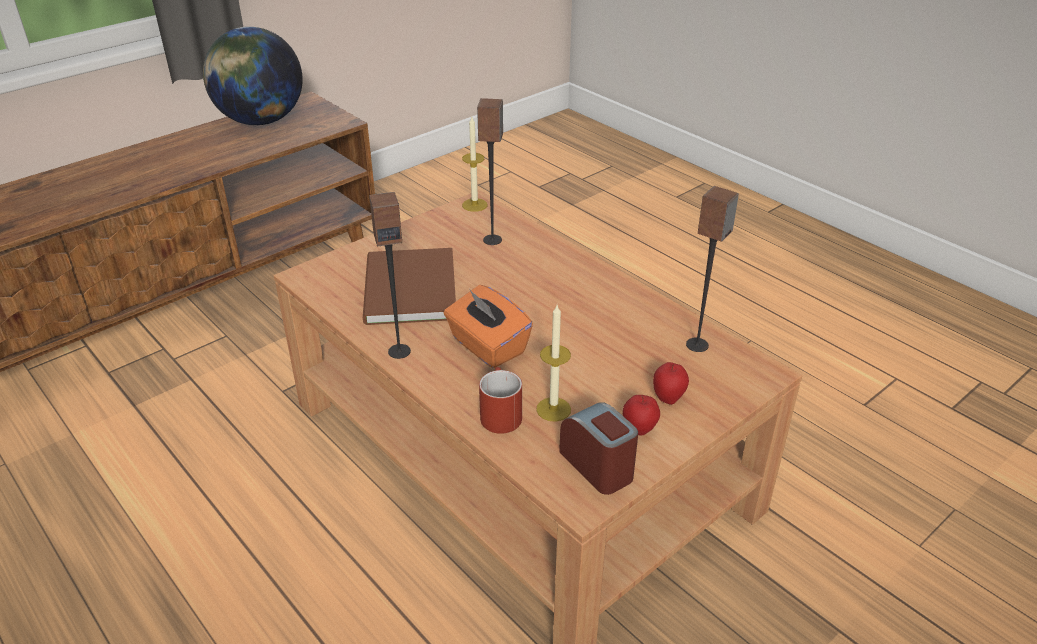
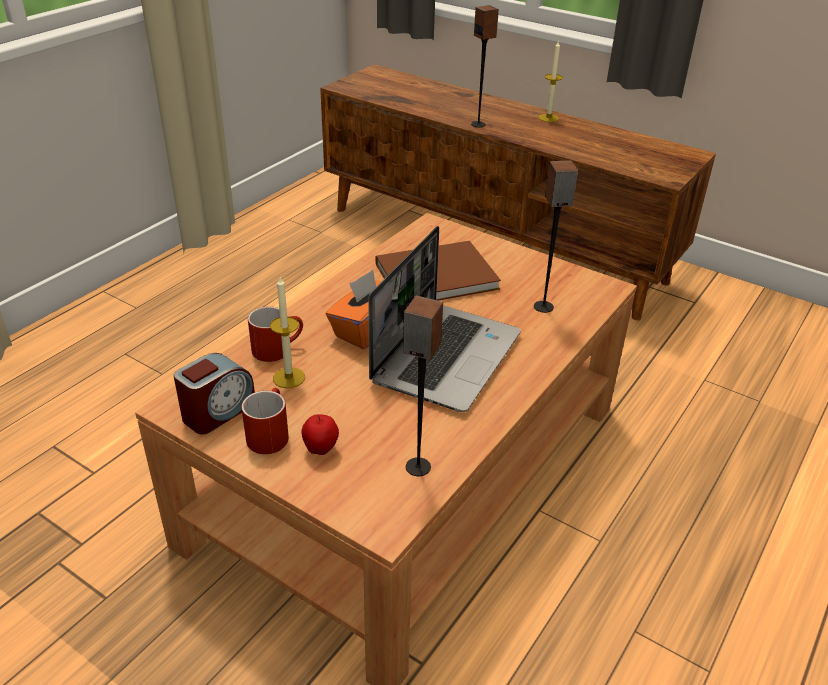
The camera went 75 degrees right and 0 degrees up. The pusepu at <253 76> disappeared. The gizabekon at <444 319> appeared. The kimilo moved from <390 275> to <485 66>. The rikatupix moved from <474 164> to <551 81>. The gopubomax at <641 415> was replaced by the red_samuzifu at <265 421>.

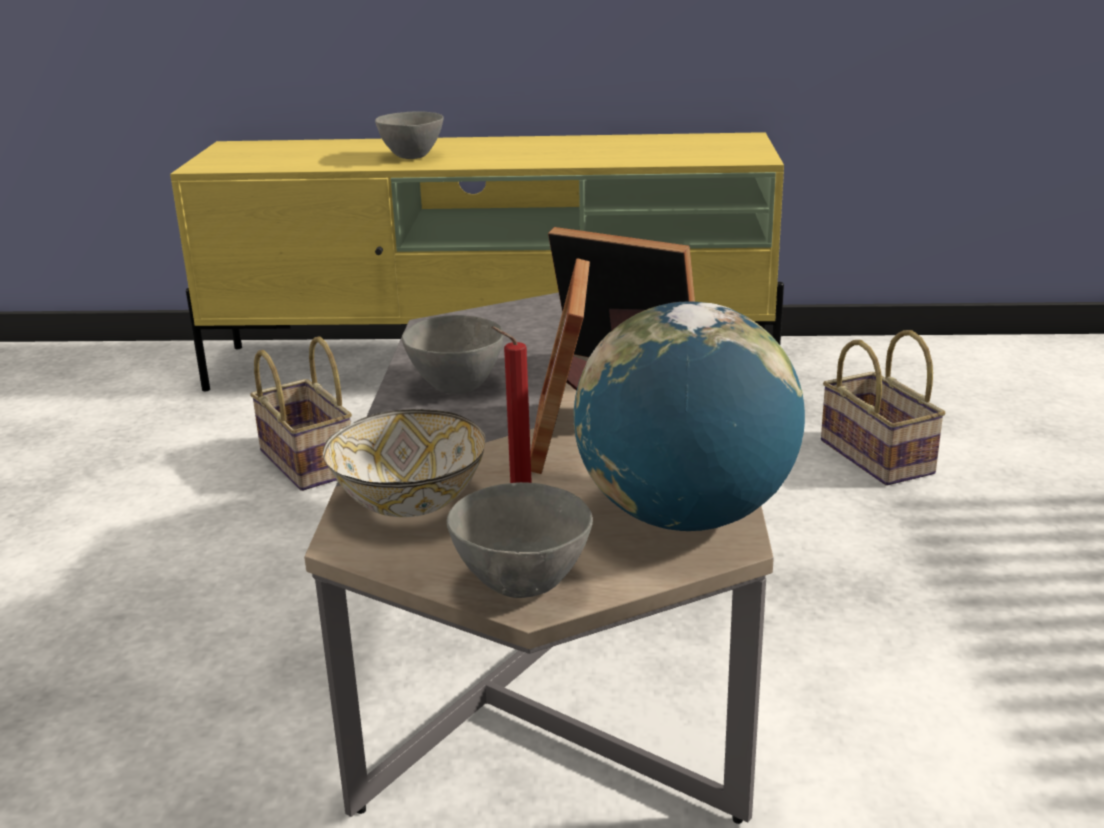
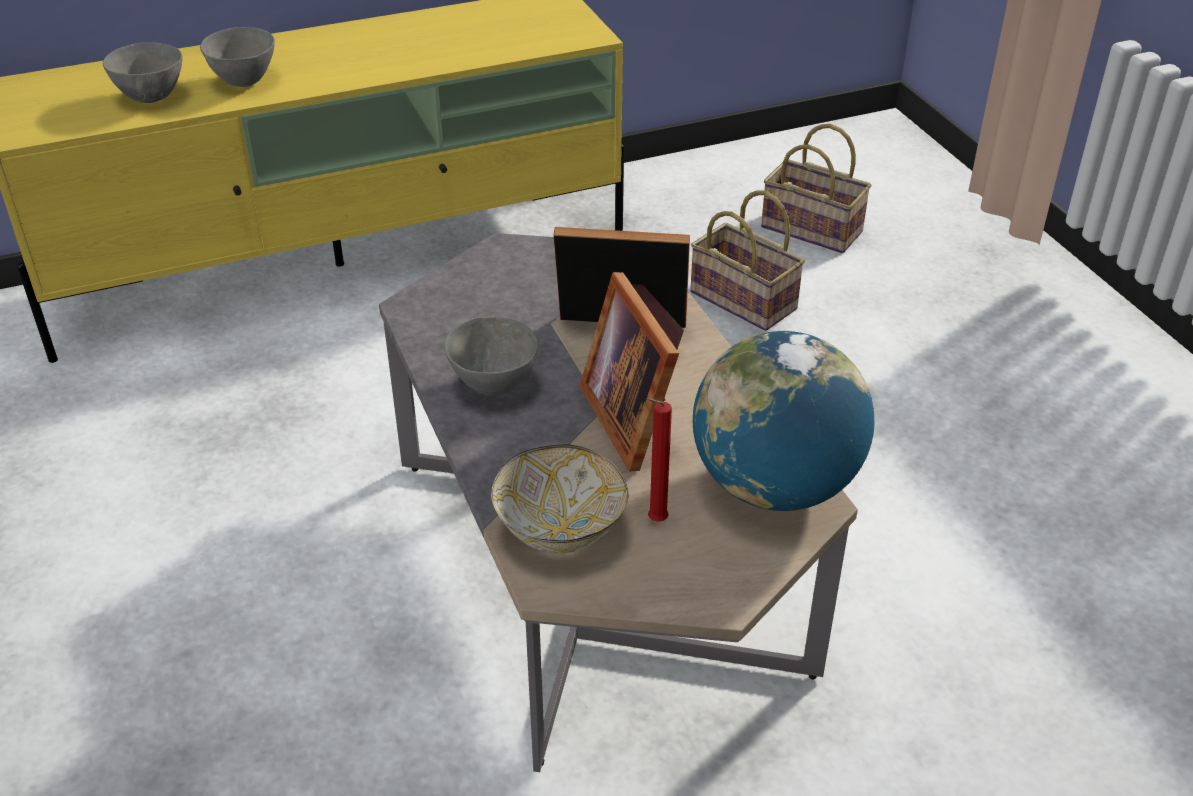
The camera went 25 degrees left and 15 degrees up. The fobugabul moved from <301 414> to <816 188>. The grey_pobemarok moved from <520 540> to <143 72>.

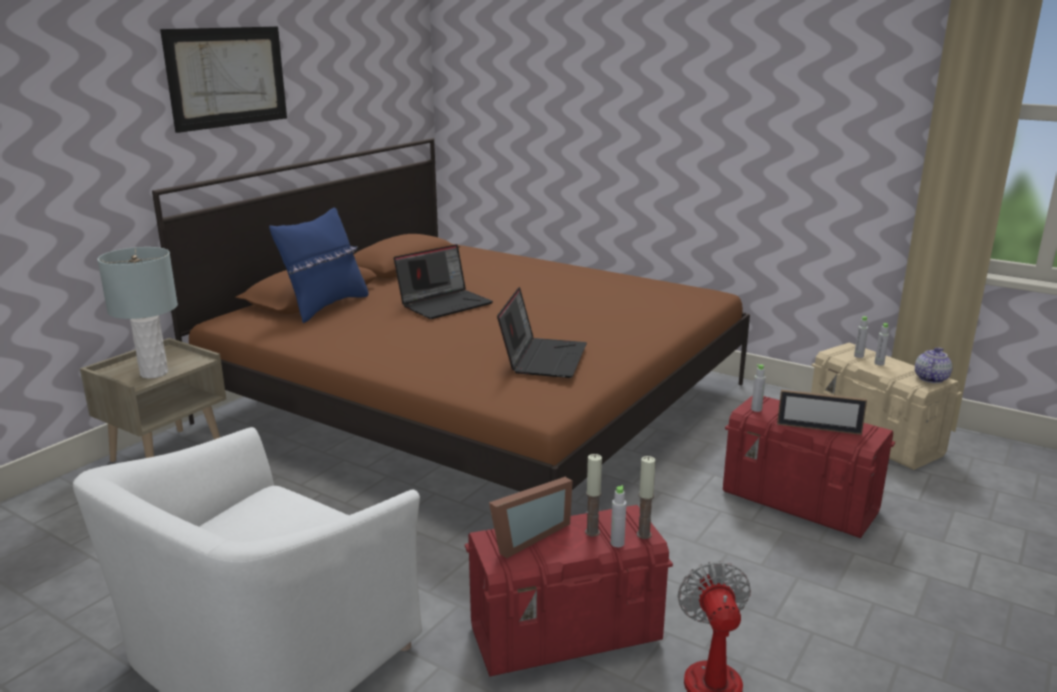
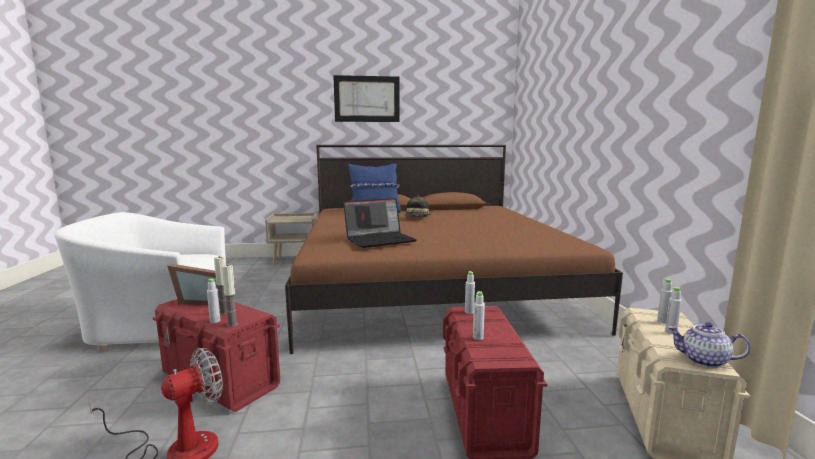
The camera went 50 degrees right and 10 degrees down. The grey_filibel at <137 313> disappeared. The gizabekon at <443 281> was replaced by the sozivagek at <417 205>. The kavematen at <822 412> was replaced by the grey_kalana at <479 315>. The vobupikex at <933 365> turned 150 degrees counterclockwise.

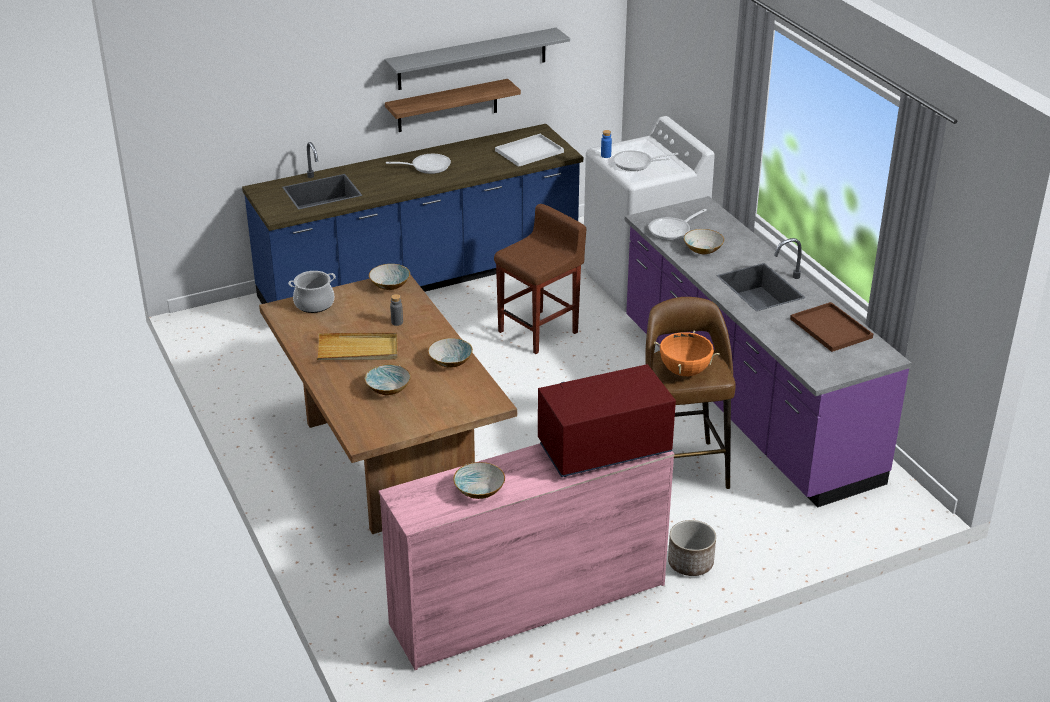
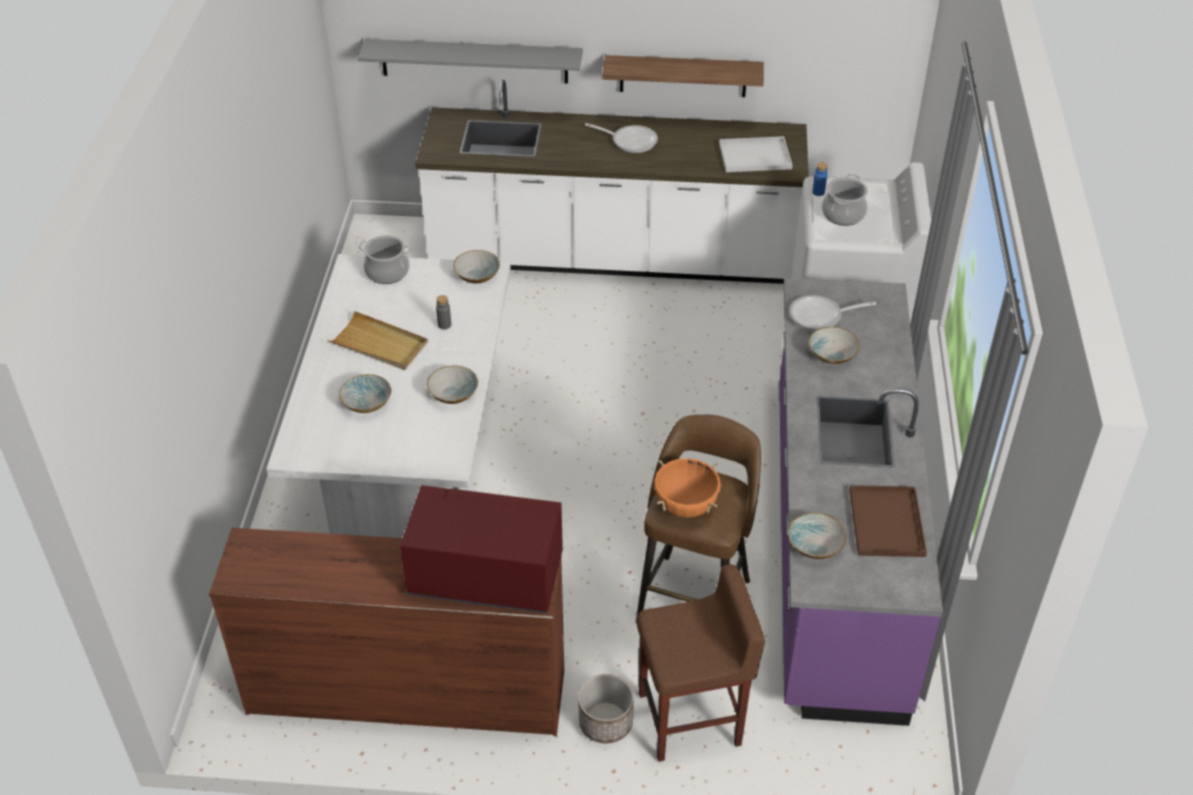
The camera went 30 degrees right and 10 degrees up. The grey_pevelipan moved from <477 59> to <470 61>. The pobemarok moved from <479 480> to <817 536>. The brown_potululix moved from <540 279> to <700 663>. The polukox at <646 160> was replaced by the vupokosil at <845 200>. The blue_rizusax at <412 214> became the white_rizusax at <612 182>. The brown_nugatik at <388 404> became the white_nugatik at <388 396>. The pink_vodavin at <527 557> became the brown_vodavin at <386 632>.

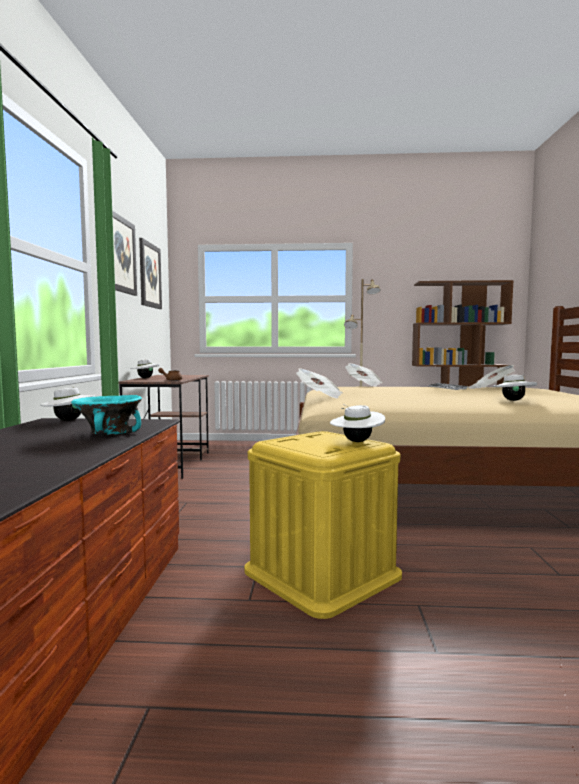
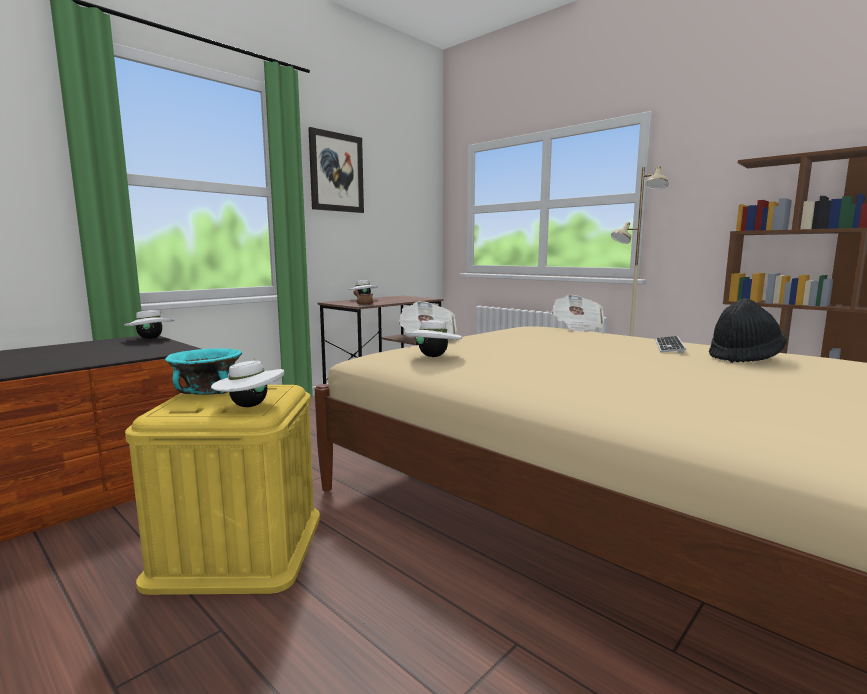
The camera went 40 degrees right and 5 degrees up. The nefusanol at <150 273> disappeared. The turquoise_pobemarok moved from <106 415> to <203 371>. The white_sozivagek moved from <515 387> to <433 338>. The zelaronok at <491 377> was replaced by the black_sozivagek at <748 330>.

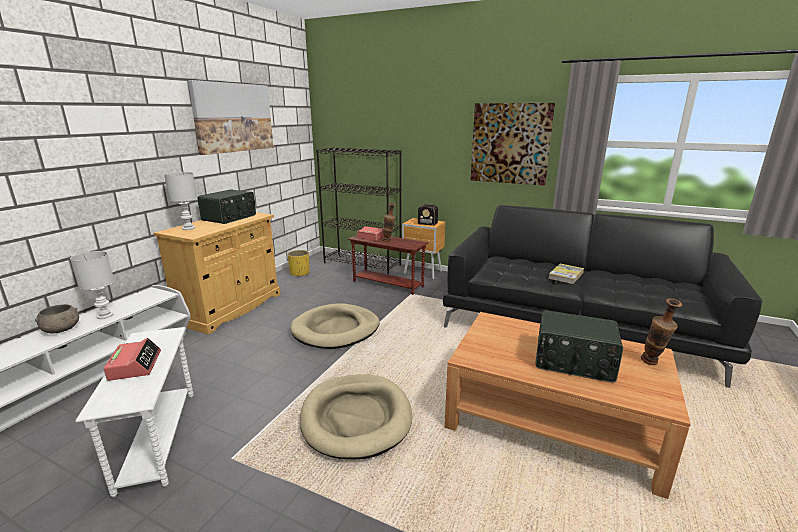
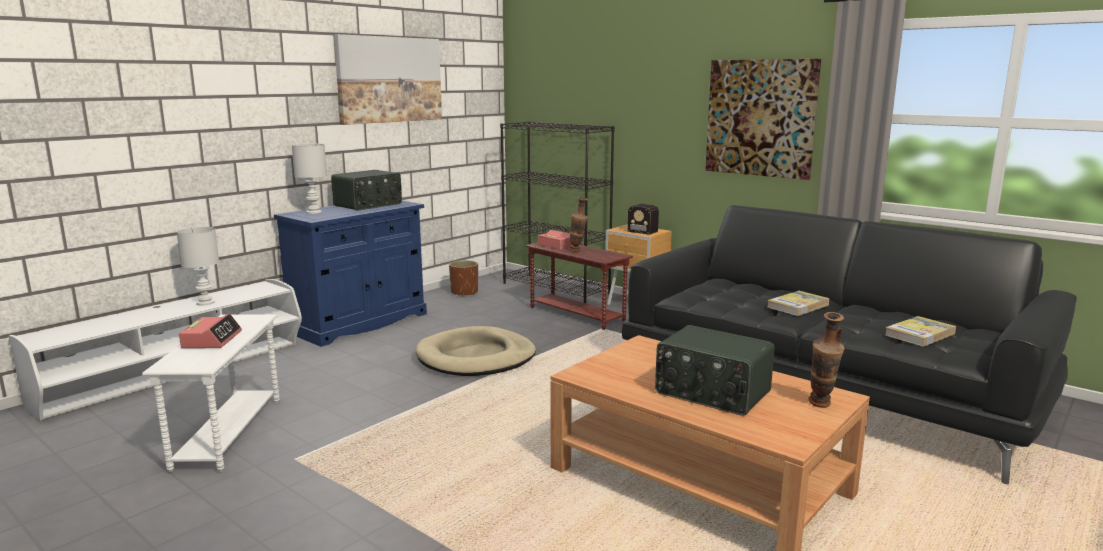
The camera went 15 degrees right and 5 degrees down. The grey_pobemarok at <57 318> disappeared. The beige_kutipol at <356 416> disappeared. The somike at <920 331> appeared. The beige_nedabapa at <217 273> became the blue_nedabapa at <350 274>. The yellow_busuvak at <298 263> became the brown_busuvak at <463 278>.

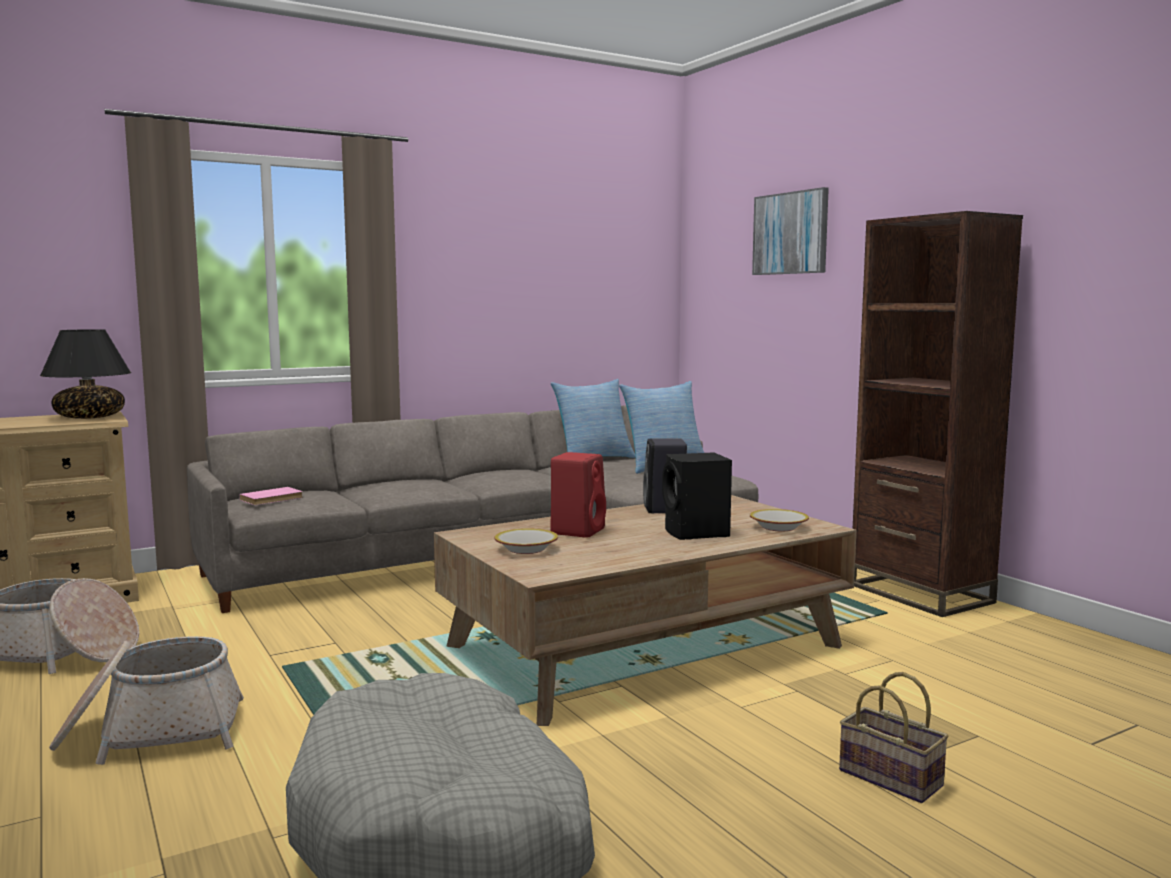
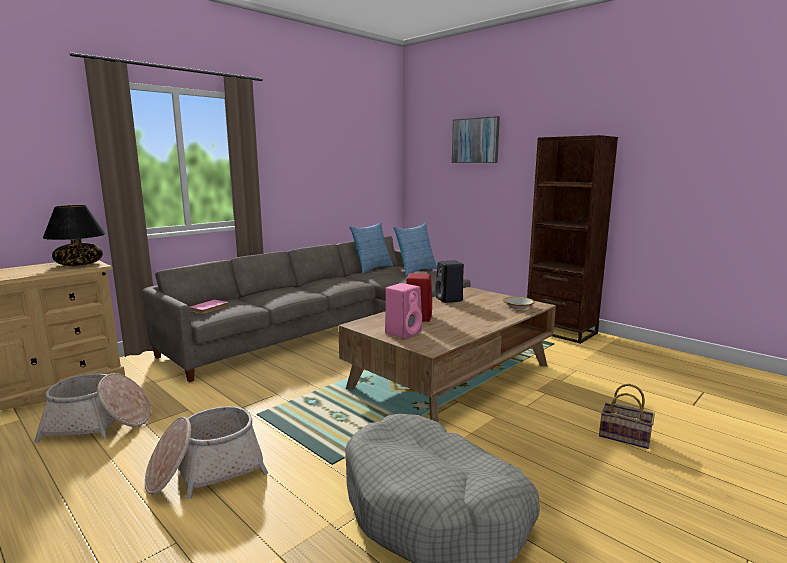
The camera went 15 degrees left and 5 degrees up. The black_kimilo at <697 496> disappeared. The pobemarok at <526 541> was replaced by the pink_kimilo at <403 310>.

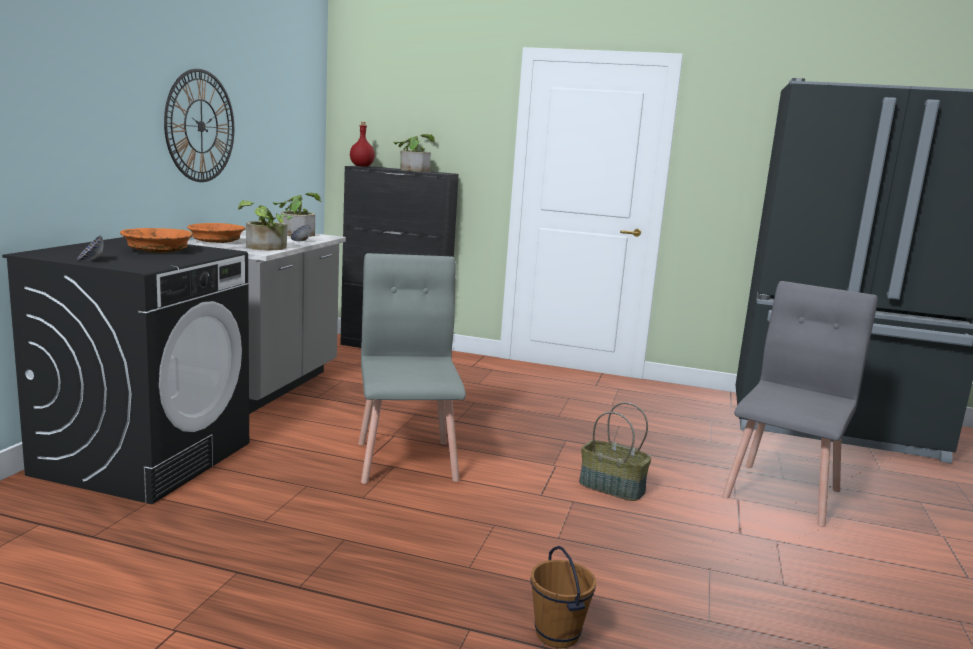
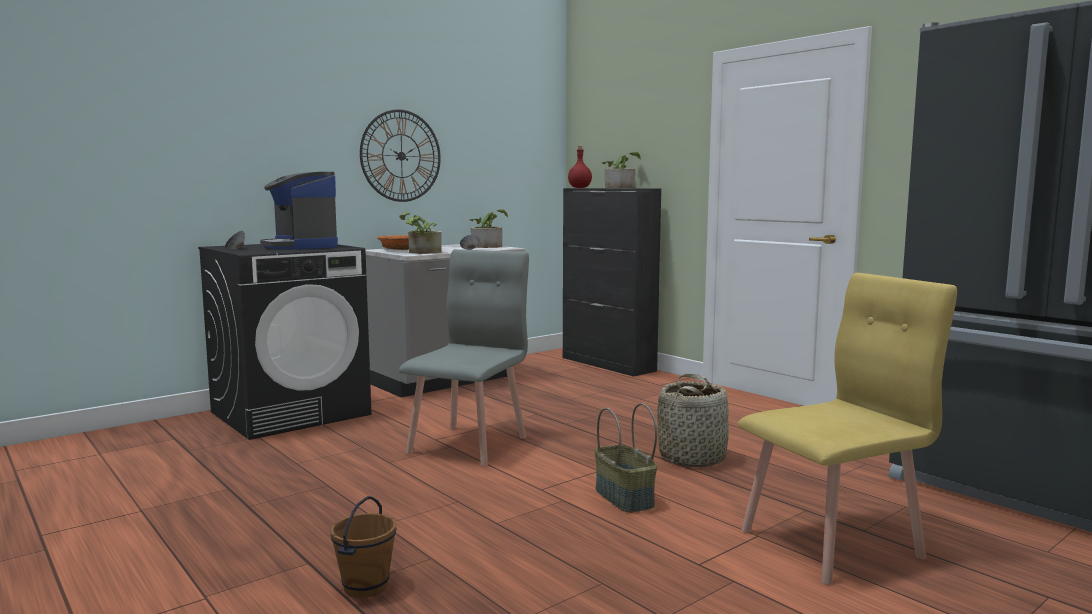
The camera went 35 degrees right and 5 degrees down. The fobugabul at <693 420> appeared. The orange_pobemarok at <156 240> was replaced by the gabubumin at <299 211>. The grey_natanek at <800 404> became the yellow_natanek at <847 429>.

